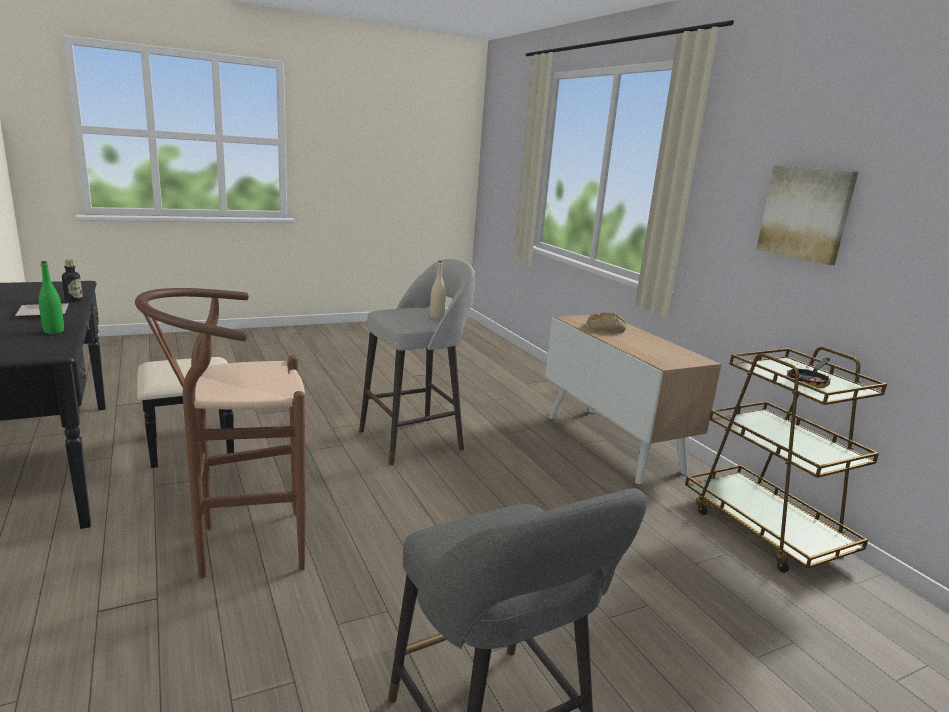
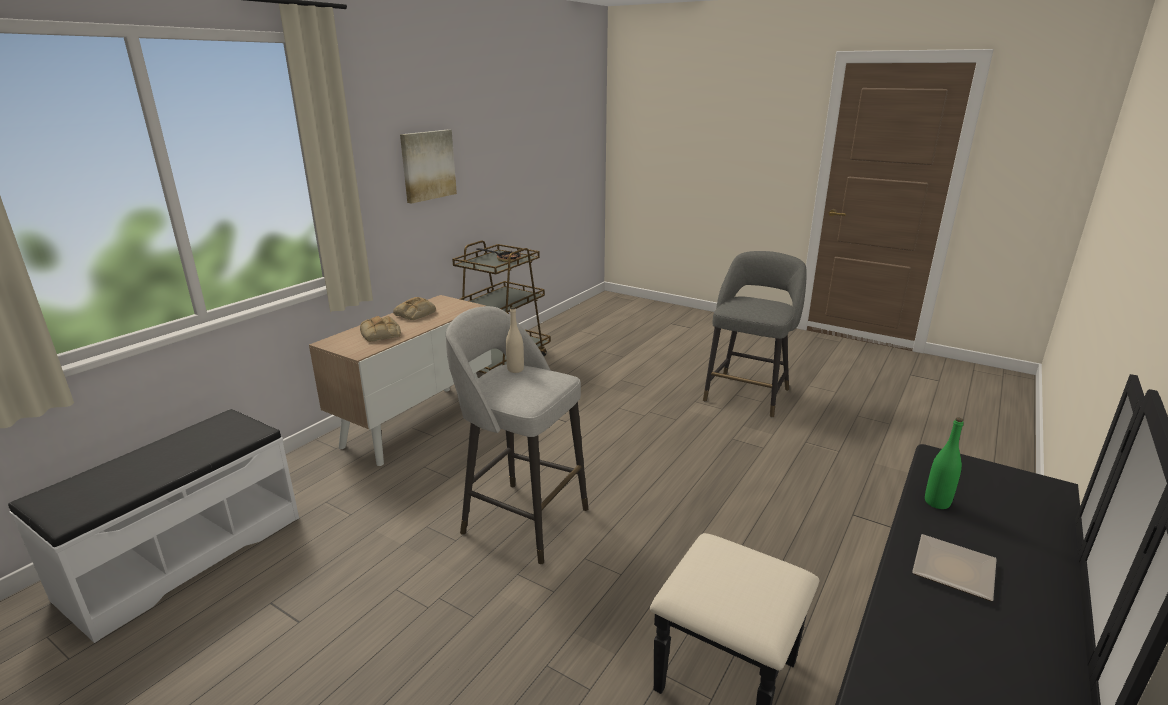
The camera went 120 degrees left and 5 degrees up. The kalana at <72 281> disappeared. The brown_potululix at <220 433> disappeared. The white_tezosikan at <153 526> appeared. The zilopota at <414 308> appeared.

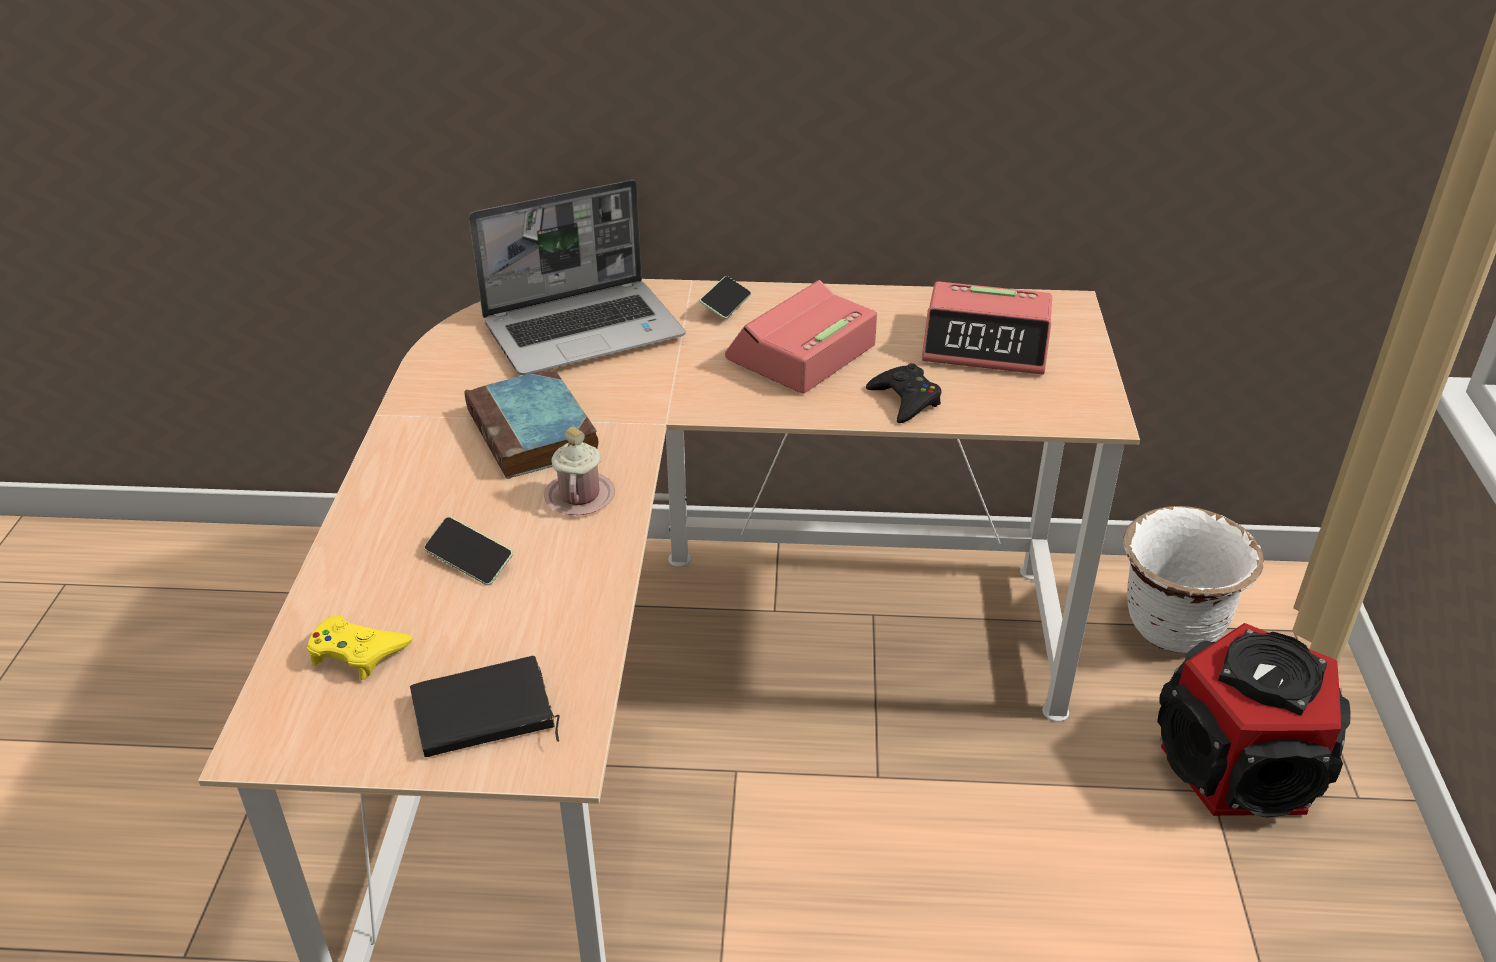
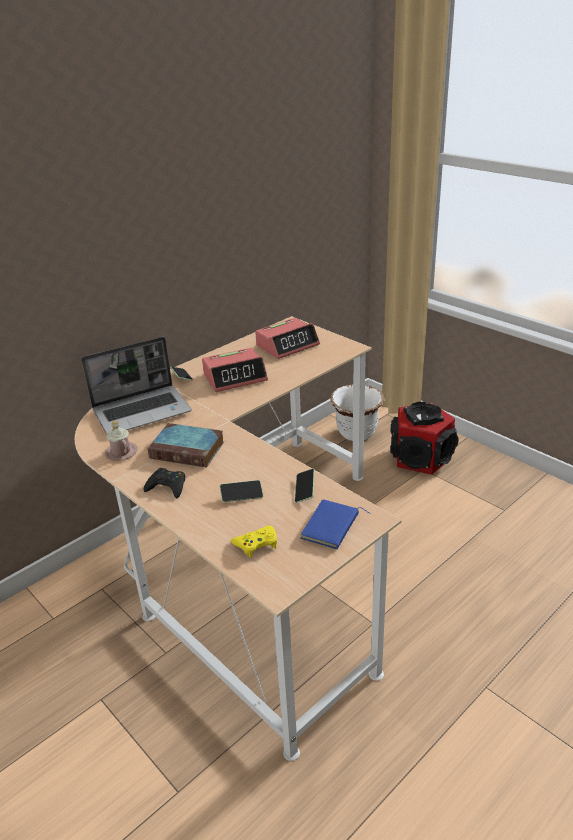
The camera went 45 degrees left and 5 degrees down. The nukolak at <305 486> appeared. The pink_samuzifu moved from <579 470> to <121 441>. The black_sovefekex moved from <904 393> to <164 483>. The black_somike at <485 706> became the blue_somike at <335 524>. The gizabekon at <577 277> turned 45 degrees clockwise. The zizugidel at <801 337> turned 105 degrees counterclockwise.

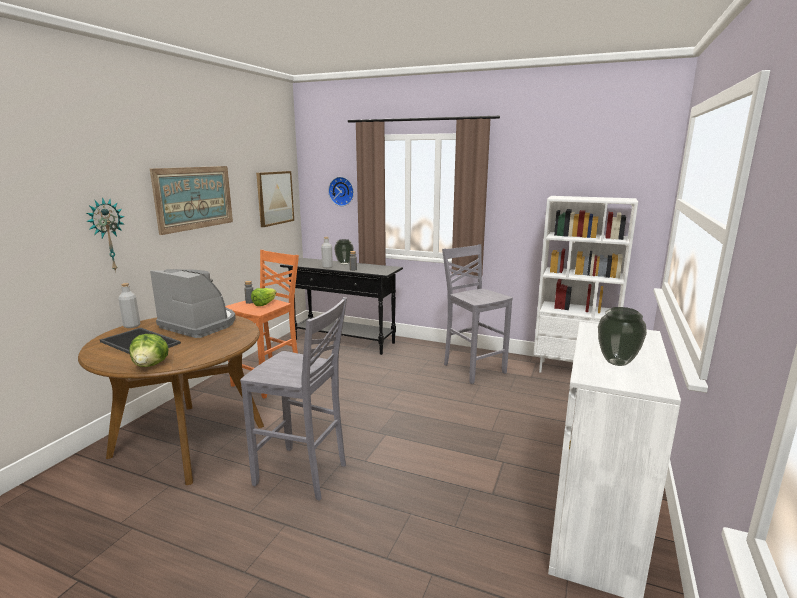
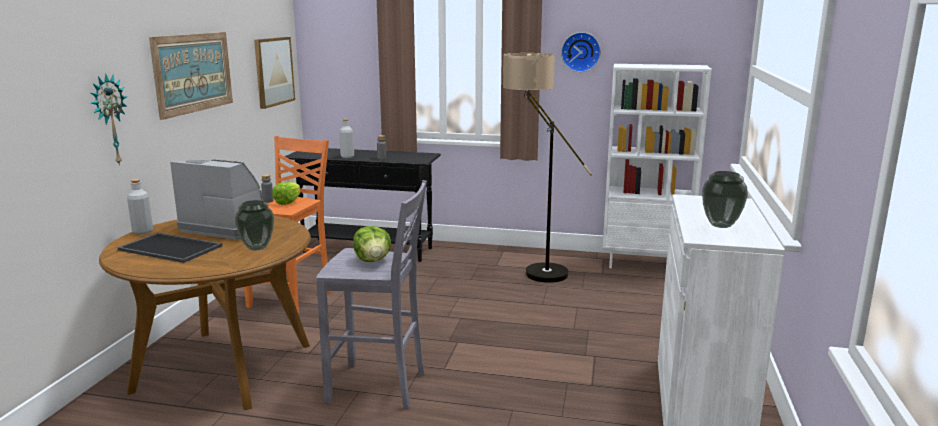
The camera went 10 degrees left and 0 degrees up. The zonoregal moved from <149 350> to <372 244>. The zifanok moved from <341 191> to <581 52>. The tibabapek moved from <344 252> to <254 225>. The grey_potululix at <477 314> was replaced by the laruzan at <547 168>.

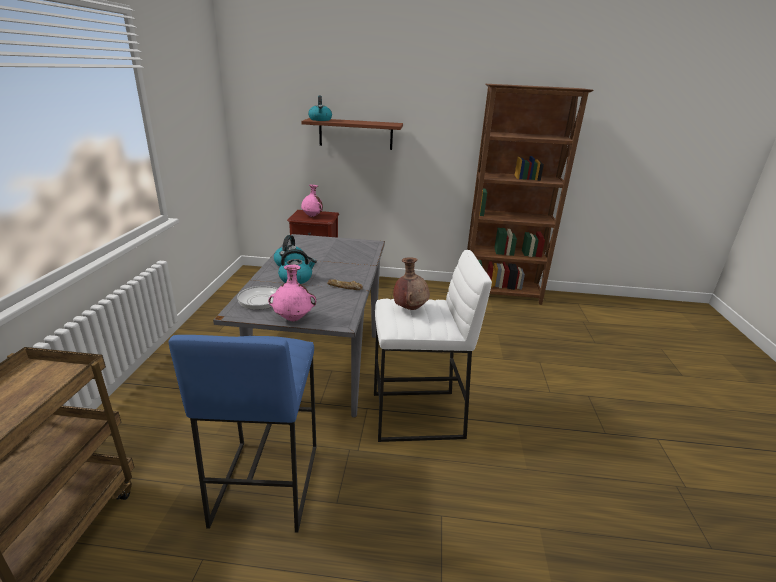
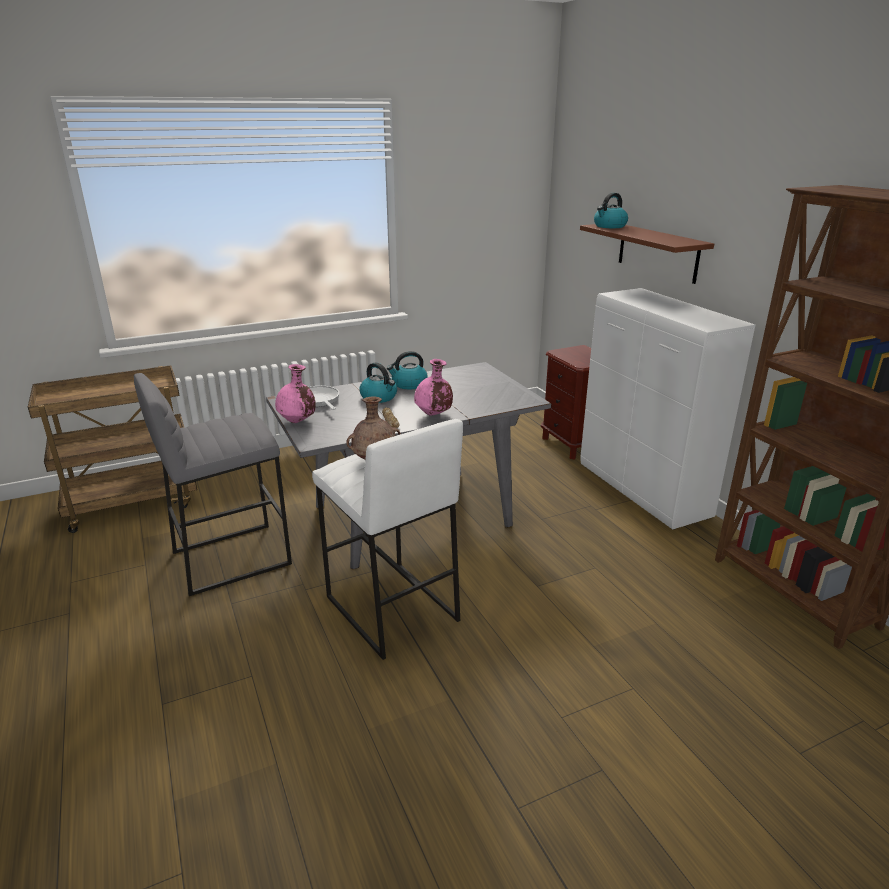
The camera went 60 degrees right and 0 degrees up. The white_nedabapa at <667 408> appeared. The pink_tibabapek moved from <312 201> to <433 387>. The blue_potululix at <242 434> became the grey_potululix at <213 484>.

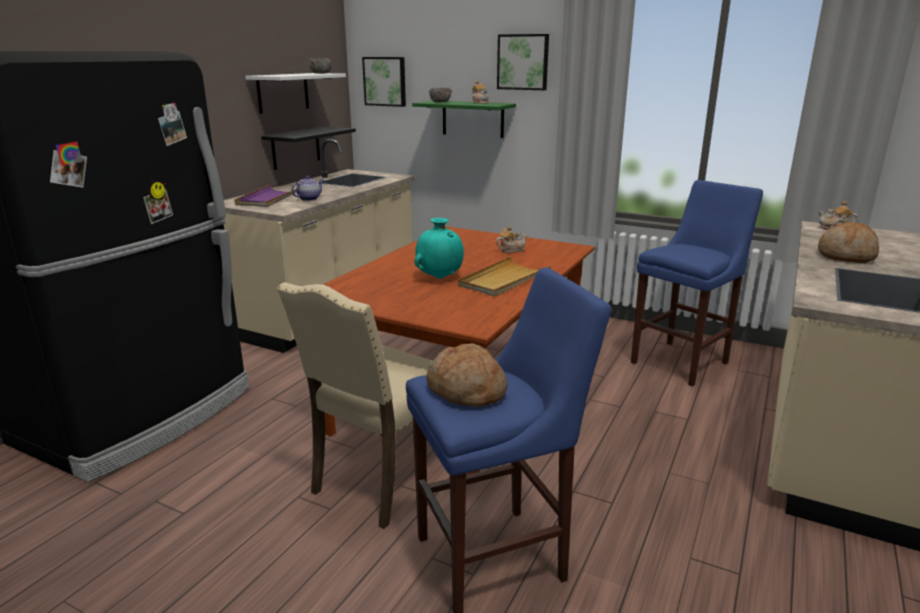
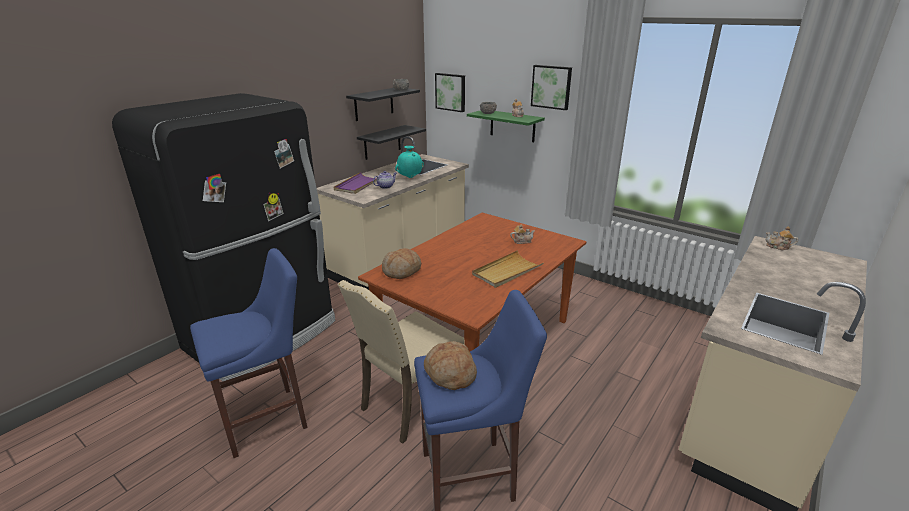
The camera went 10 degrees right and 5 degrees up. The turquoise_tibabapek moved from <439 248> to <409 162>. The blue_potululix moved from <697 283> to <248 353>. The zilopota moved from <848 242> to <401 263>. The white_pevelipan at <296 93> became the black_pevelipan at <383 104>.

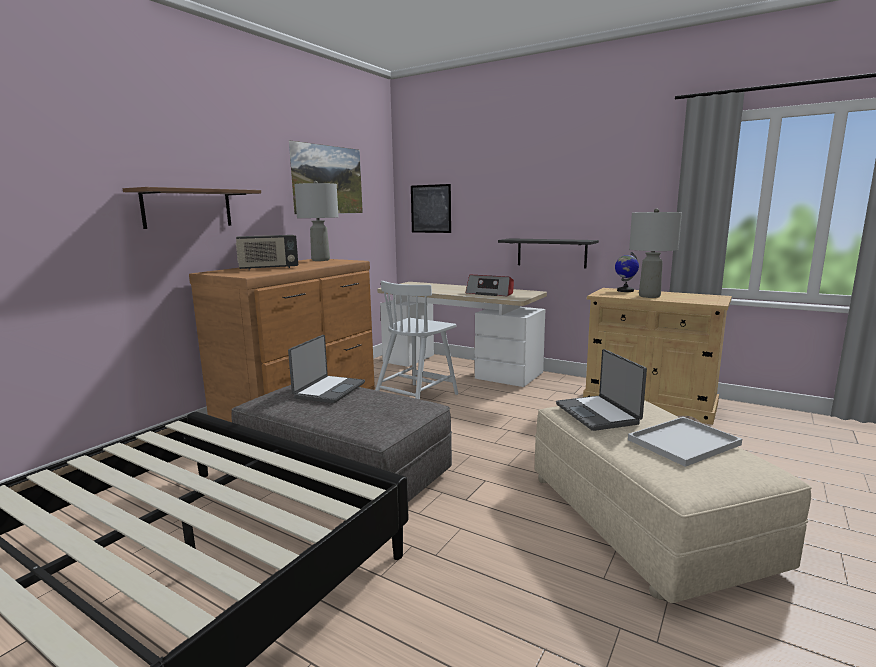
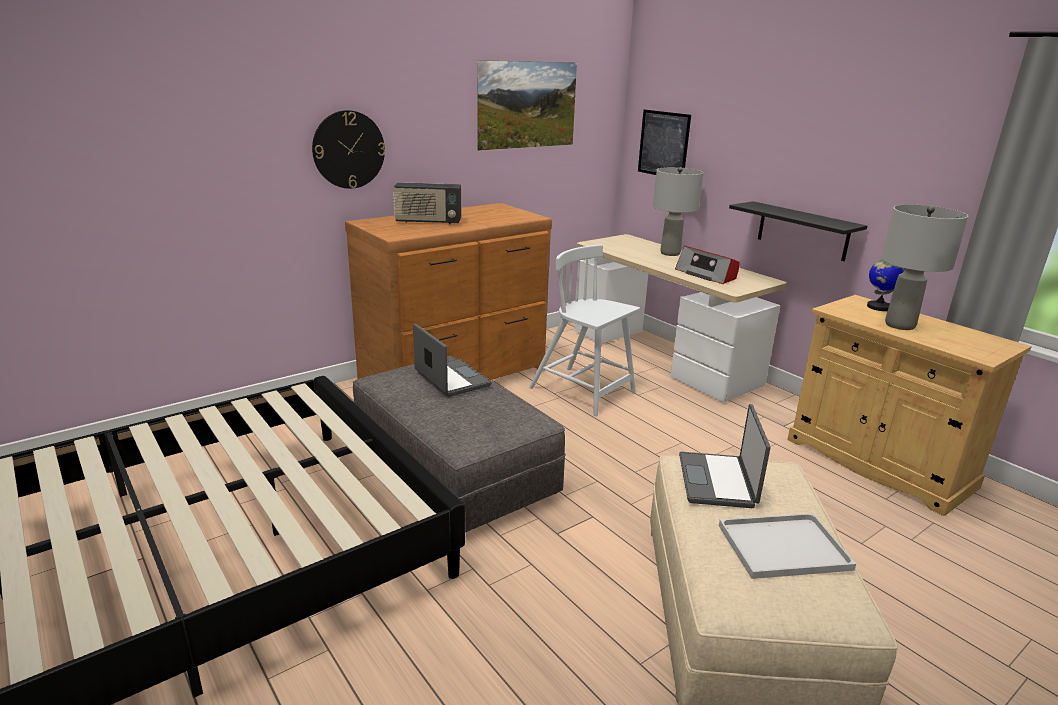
The camera went 20 degrees right and 10 degrees up. The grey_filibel moved from <316 221> to <678 211>. The brown_pevelipan at <192 208> was replaced by the zifanok at <348 149>. The gizabekon at <326 369> turned 75 degrees counterclockwise. The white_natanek at <417 340> turned 75 degrees clockwise.

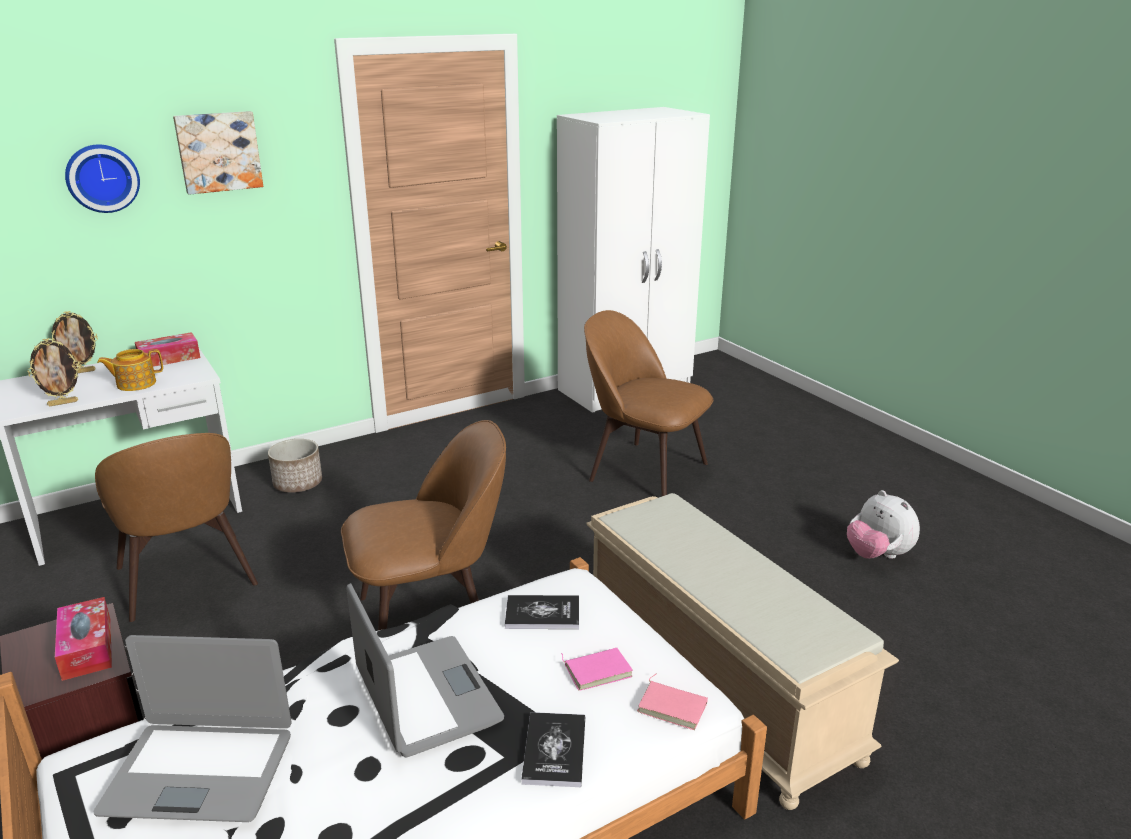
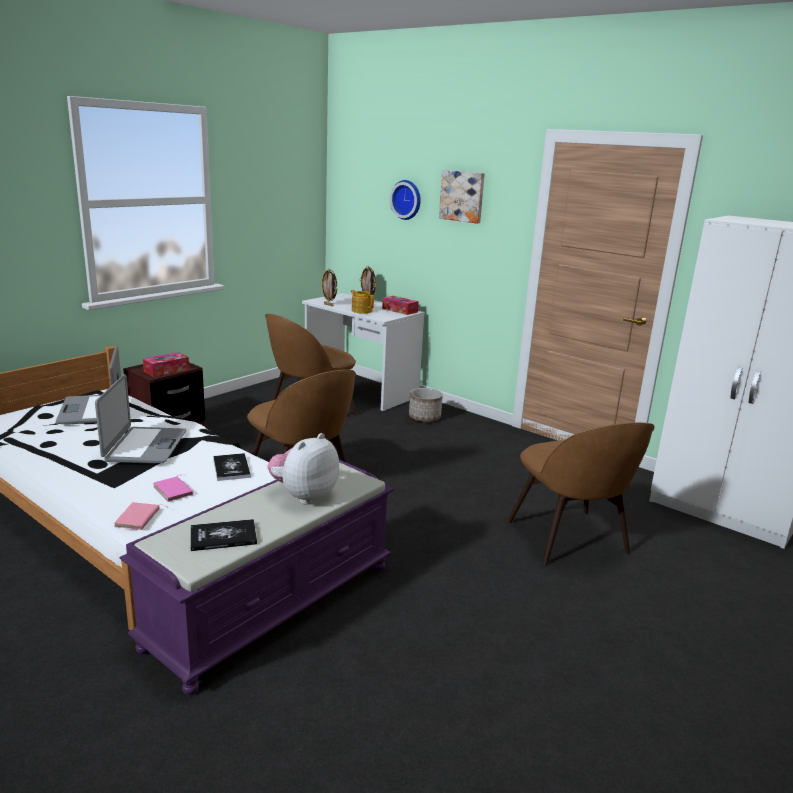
The camera went 70 degrees right and 5 degrees down. The somike moved from <553 749> to <223 535>. The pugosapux moved from <883 524> to <303 468>. The beige_tezosikan at <742 651> became the purple_tezosikan at <257 577>. The gizabekon at <425 670> turned 45 degrees counterclockwise. The brown_natanek at <648 403> turned 150 degrees clockwise.

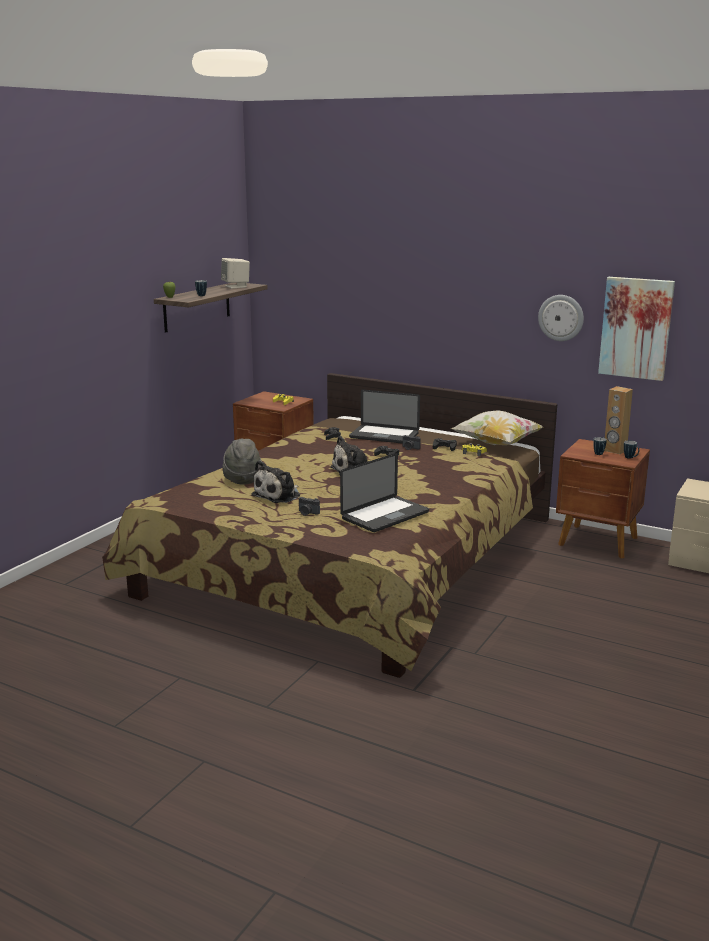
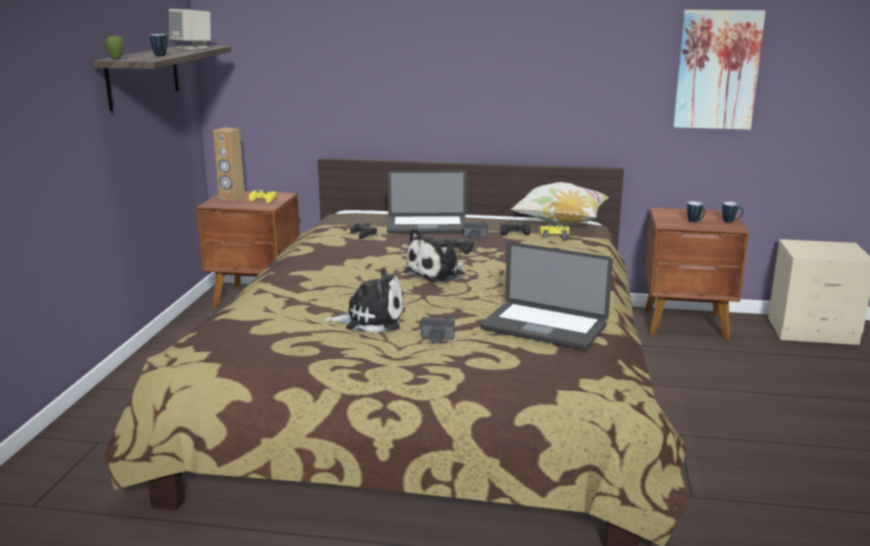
The camera went 20 degrees left and 0 degrees up. The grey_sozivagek at <242 461> disappeared. The zifanok at <561 318> disappeared. The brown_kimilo moved from <618 420> to <229 164>. The pugosapux at <275 481> turned 105 degrees counterclockwise. The gizabekon at <384 492> turned 90 degrees clockwise.

